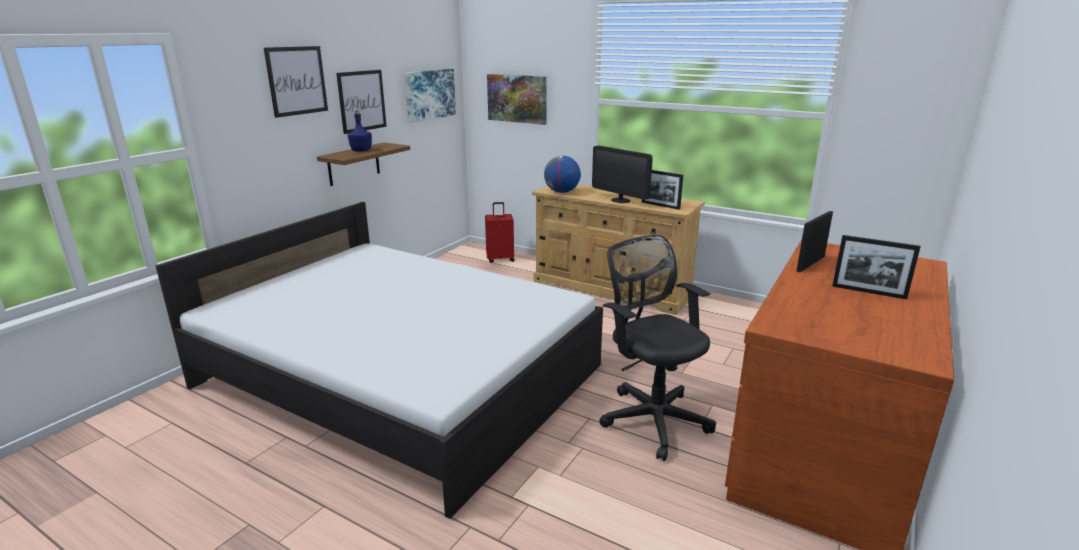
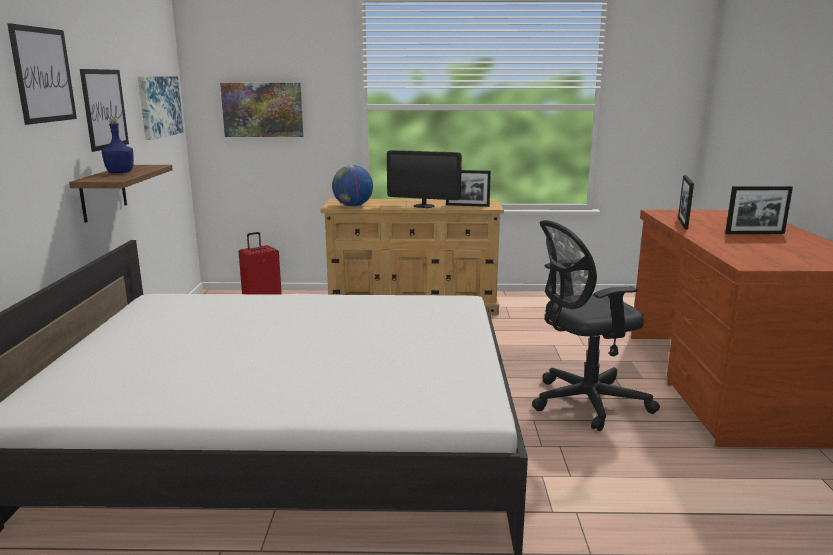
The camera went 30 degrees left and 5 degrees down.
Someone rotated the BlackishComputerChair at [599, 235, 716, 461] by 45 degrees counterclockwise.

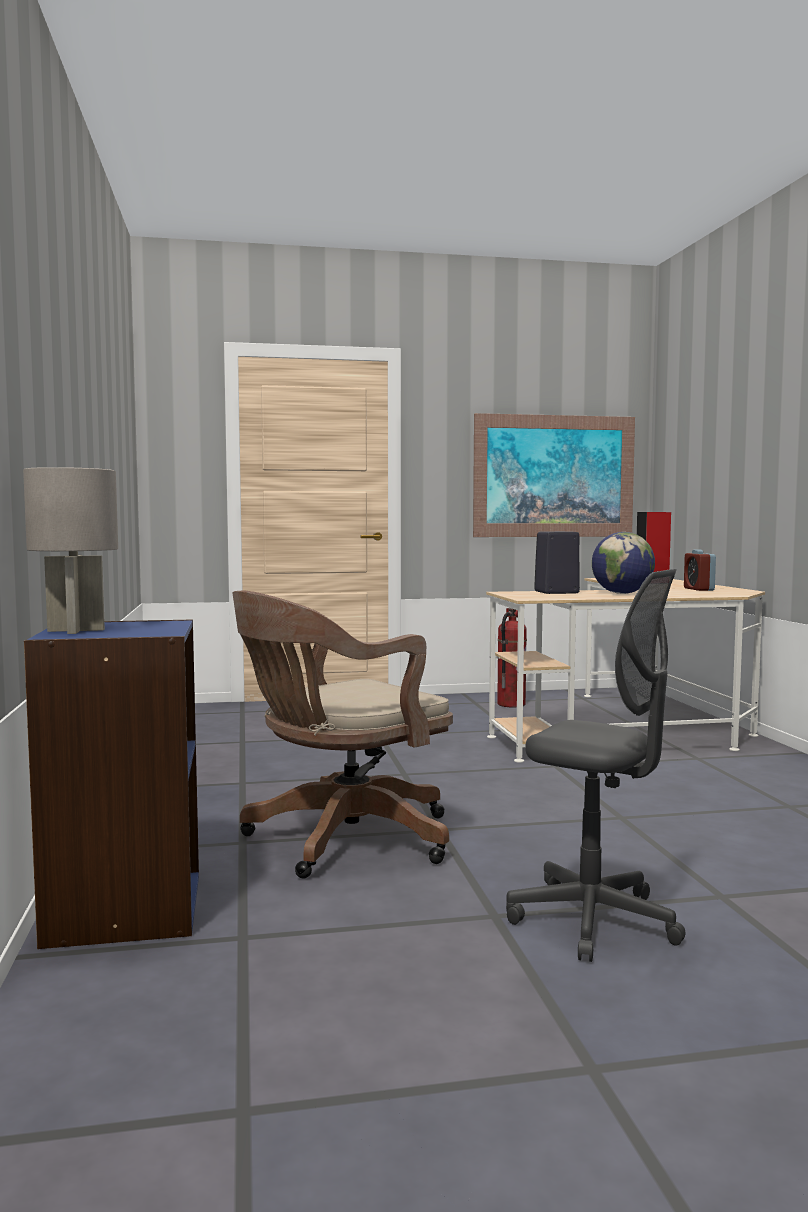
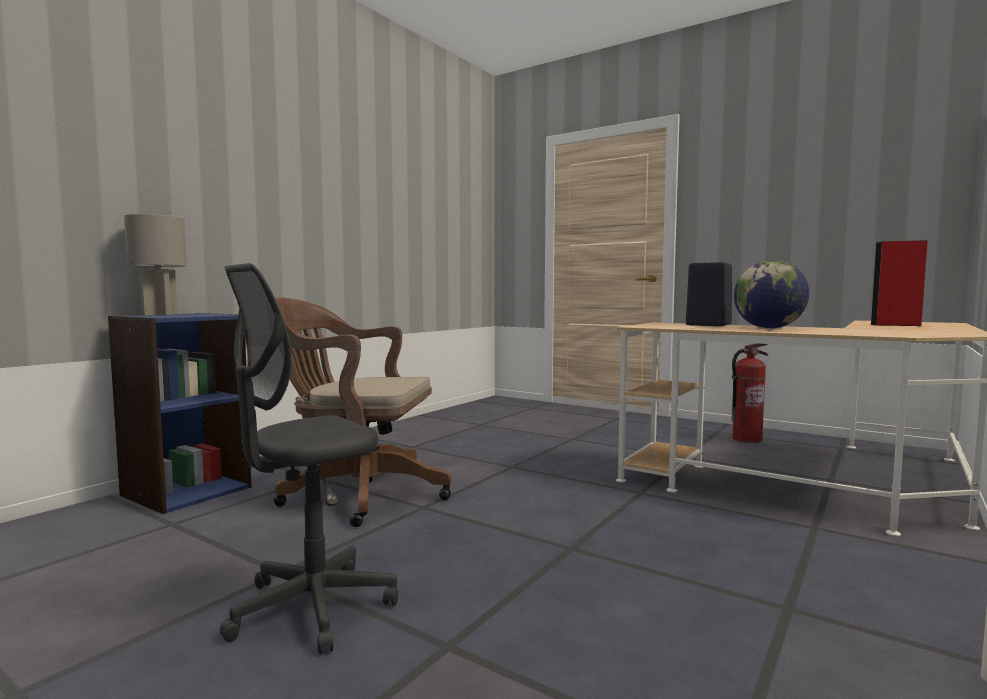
The camera went 45 degrees right and 0 degrees up.
Someone took away the Picture at [473, 413, 635, 537].
Someone took away the TableClock at [684, 550, 716, 591].
Someone rotated the GreyComputerChair at [506, 569, 686, 962] by 60 degrees clockwise.

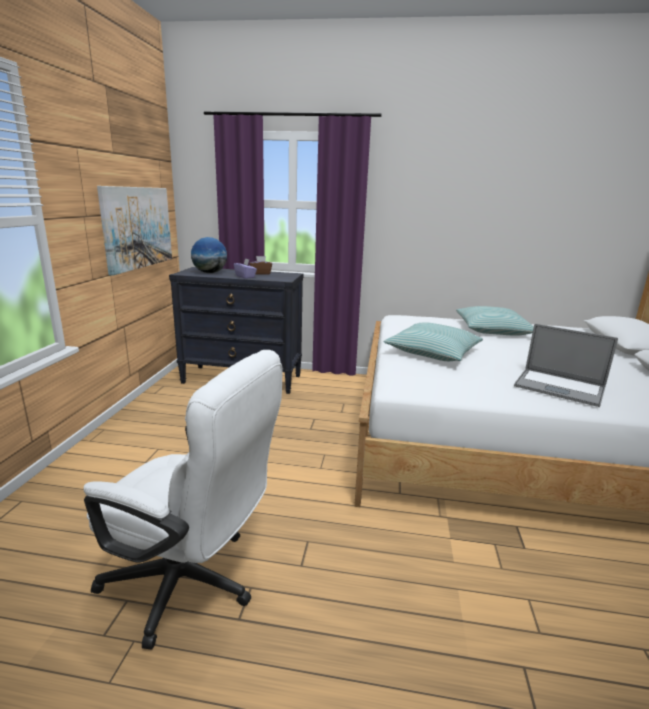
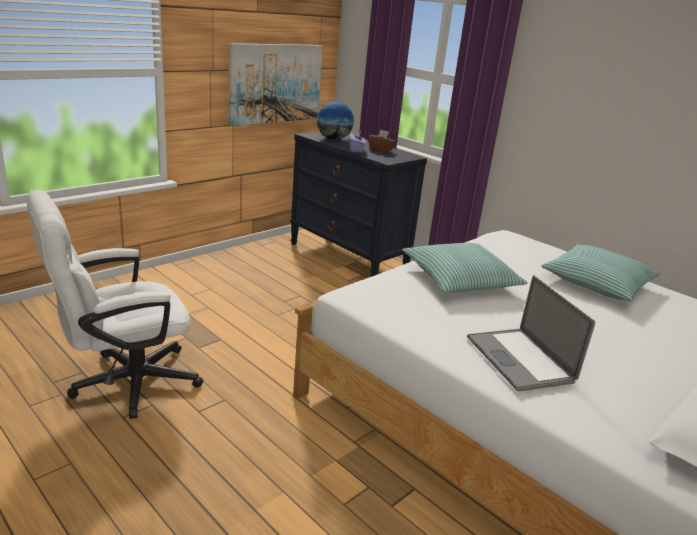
The camera went 35 degrees right and 5 degrees up.
Someone rotated the WhiteColouredComputerChair at [84, 350, 283, 650] by 90 degrees clockwise.

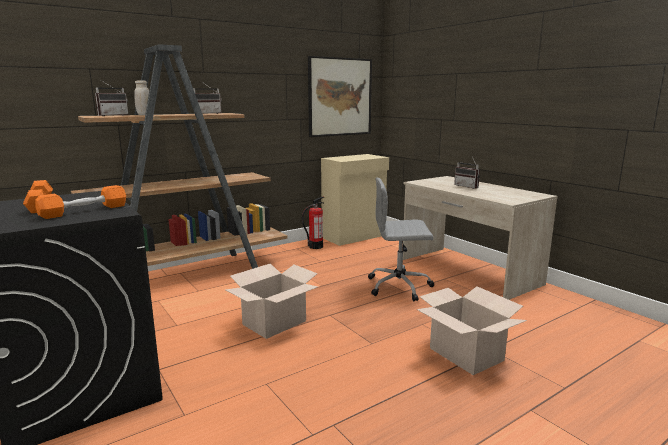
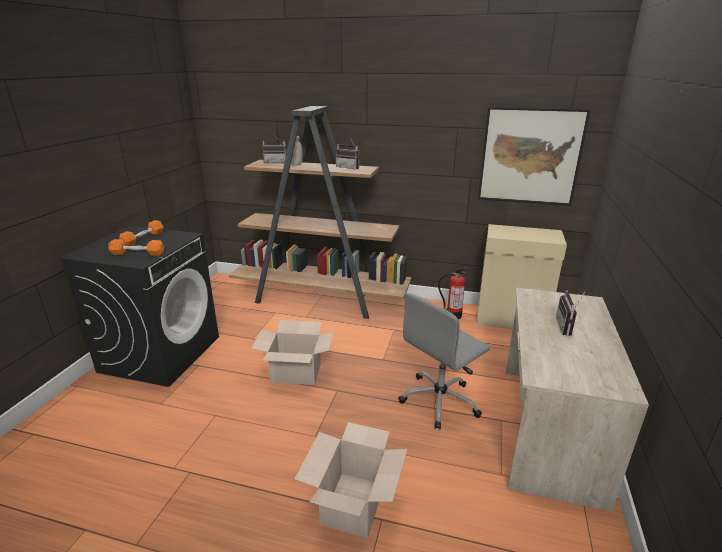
The camera went 50 degrees right and 10 degrees up.
Someone rotated the GreyComputerChair at [368, 177, 434, 301] by 90 degrees counterclockwise.

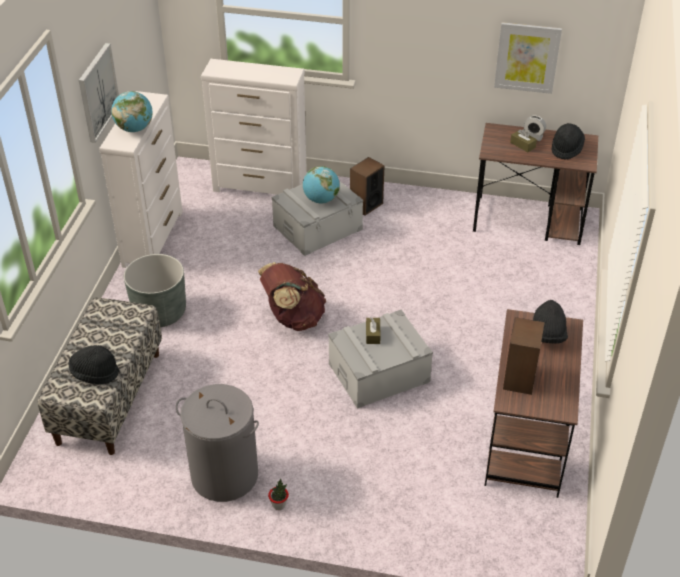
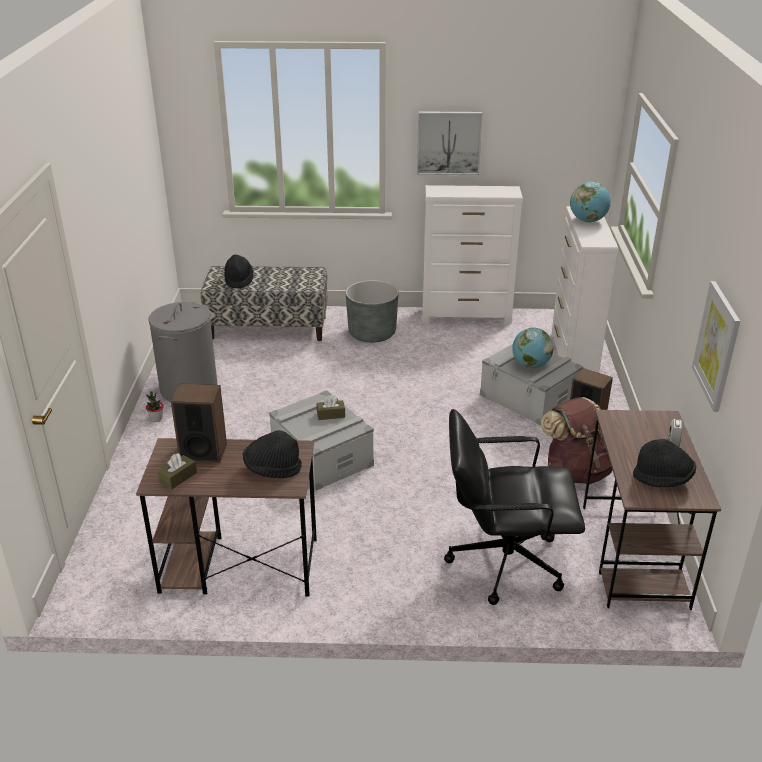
The camera went 80 degrees right and 10 degrees down.
Someone carried the DeskGlobe from [111, 91, 153, 132] to [570, 182, 611, 223].
Someone carried the BrownColouredBoxOfTissues from [510, 129, 537, 152] to [158, 453, 197, 489].
Someone carried the BrownColouredBackpack from [258, 262, 326, 331] to [541, 397, 613, 484].
Someone put down the BlackishComputerChair at [444, 409, 585, 605].

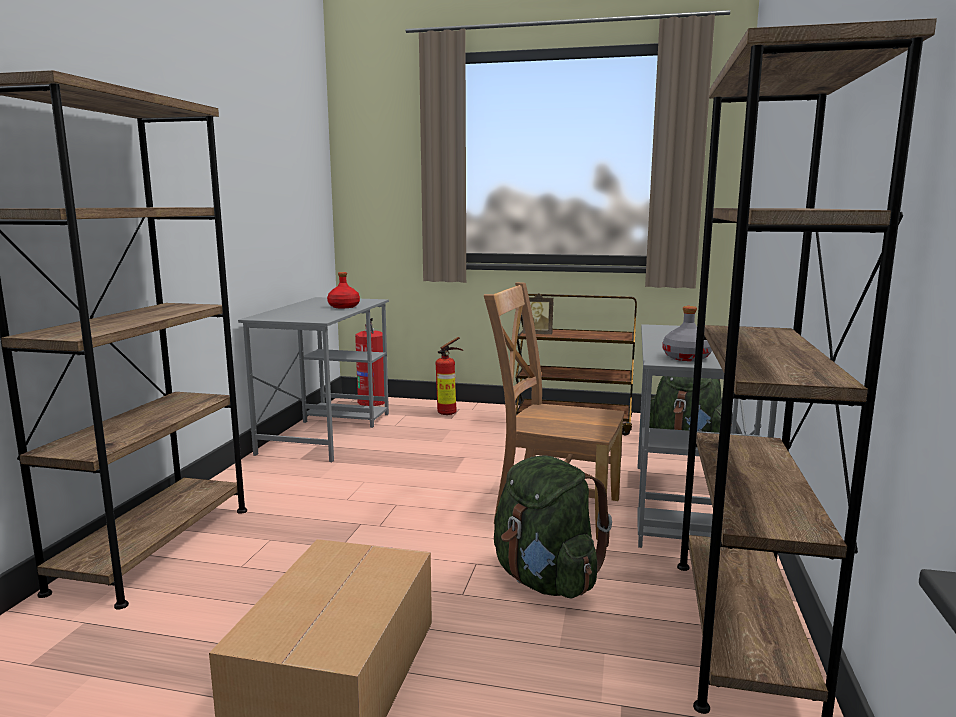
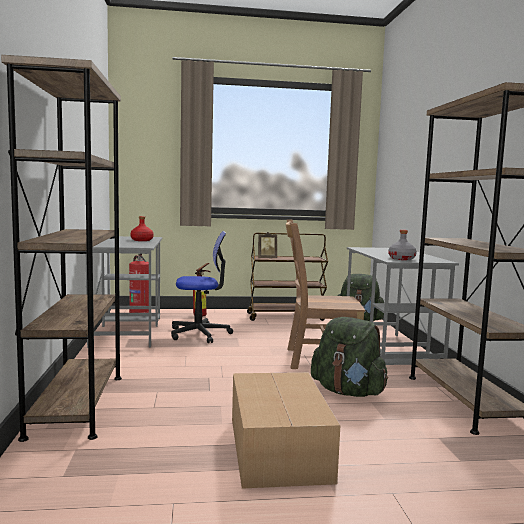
The camera went 20 degrees left and 5 degrees down.
Someone put down the ComputerChair at [171, 231, 233, 343].

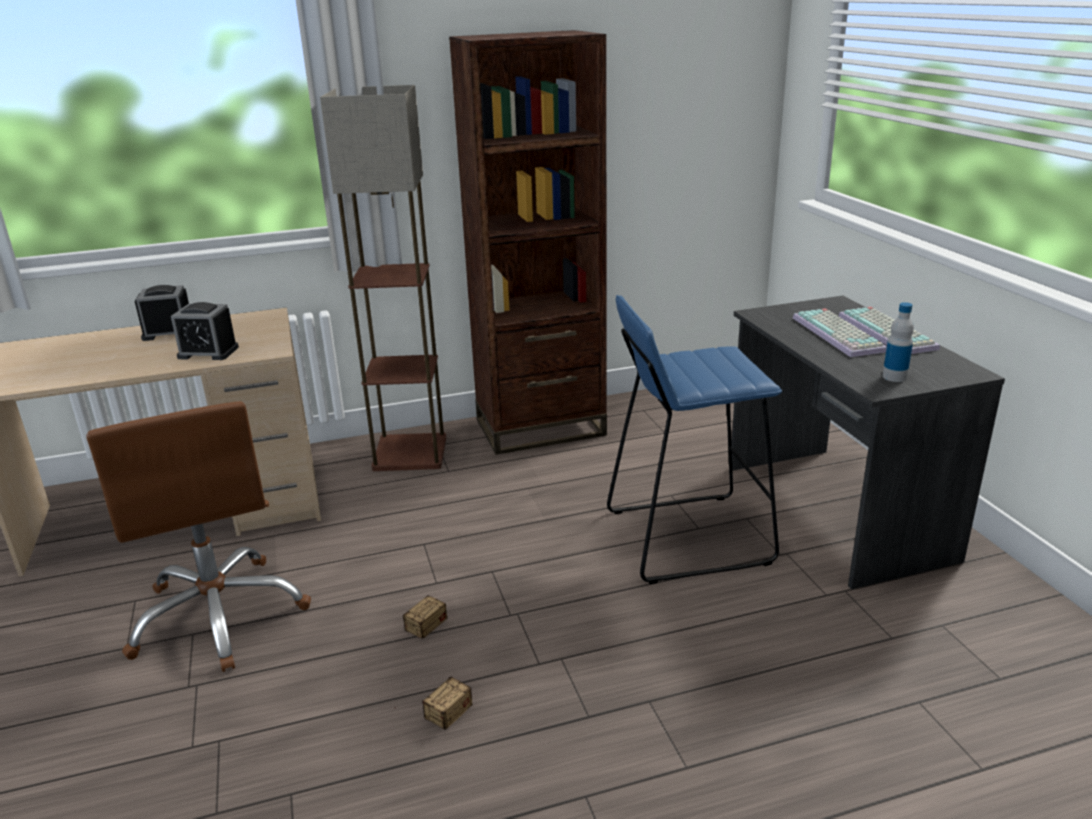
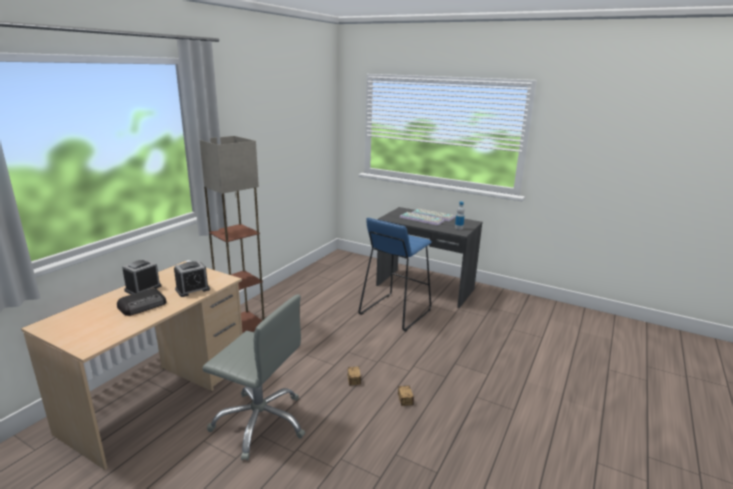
The camera went 45 degrees left and 5 degrees down.
Someone took away the BrownColouredShelvingUnit at [449, 30, 607, 455].
Someone repainted the BrownColouredComputerChair at [86, 401, 311, 672], which became the GreyComputerChair at [202, 294, 305, 461].
Someone put down the RadioSet at [117, 288, 167, 316].

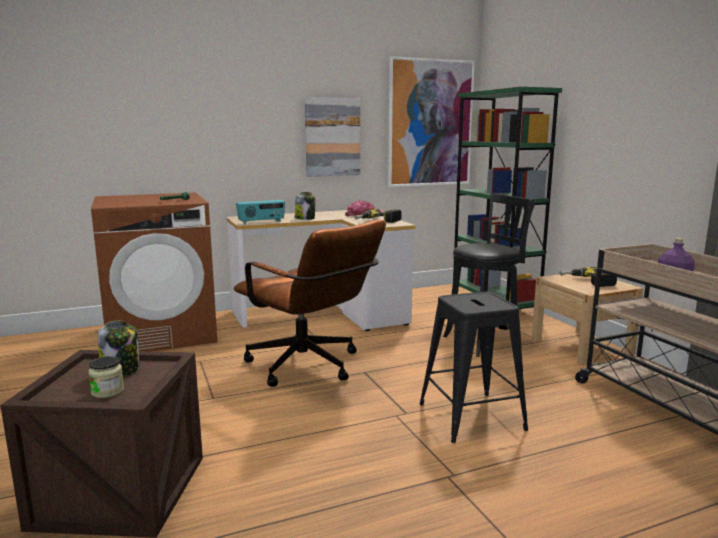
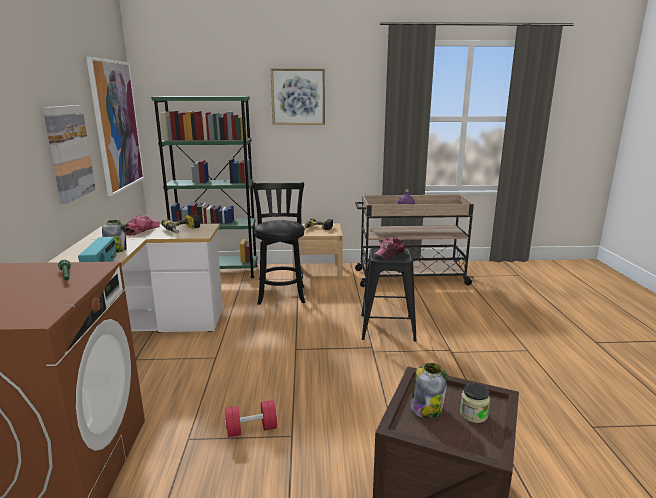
The camera went 70 degrees left and 5 degrees up.
Someone took away the BrownColouredComputerChair at [234, 220, 386, 387].
Someone put up the Picture at [271, 68, 325, 125].
Someone put down the Cap at [373, 237, 405, 259].
Someone put down the RedDumbbell at [224, 400, 277, 437].

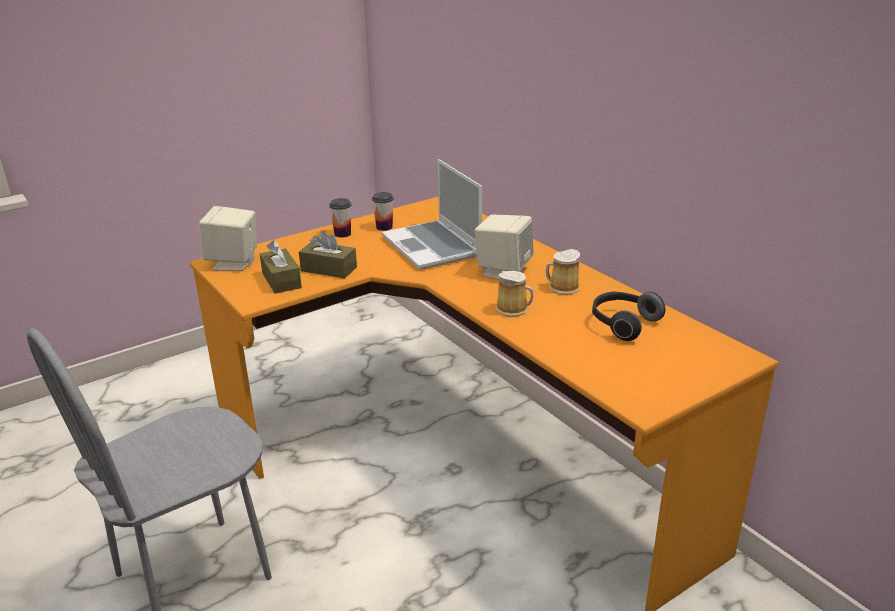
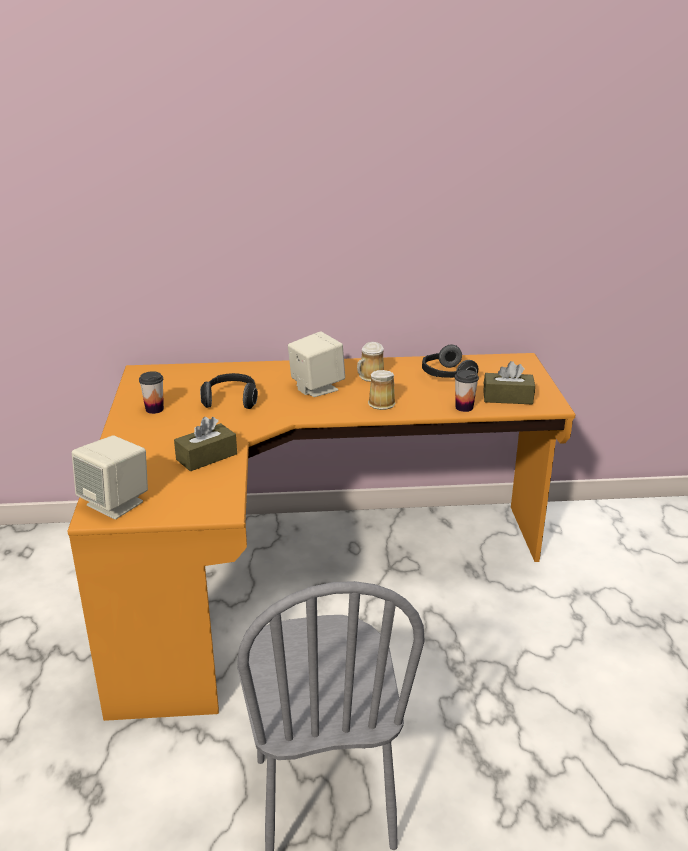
The camera went 60 degrees left and 0 degrees up.
Someone swapped the PortableComputer at [382, 159, 482, 270] for the Headphones at [200, 373, 258, 409].
Someone carried the DrinkingCup from [329, 198, 352, 238] to [455, 370, 479, 412].
Someone carried the BrownColouredBoxOfTissues from [260, 240, 302, 294] to [483, 361, 535, 405].

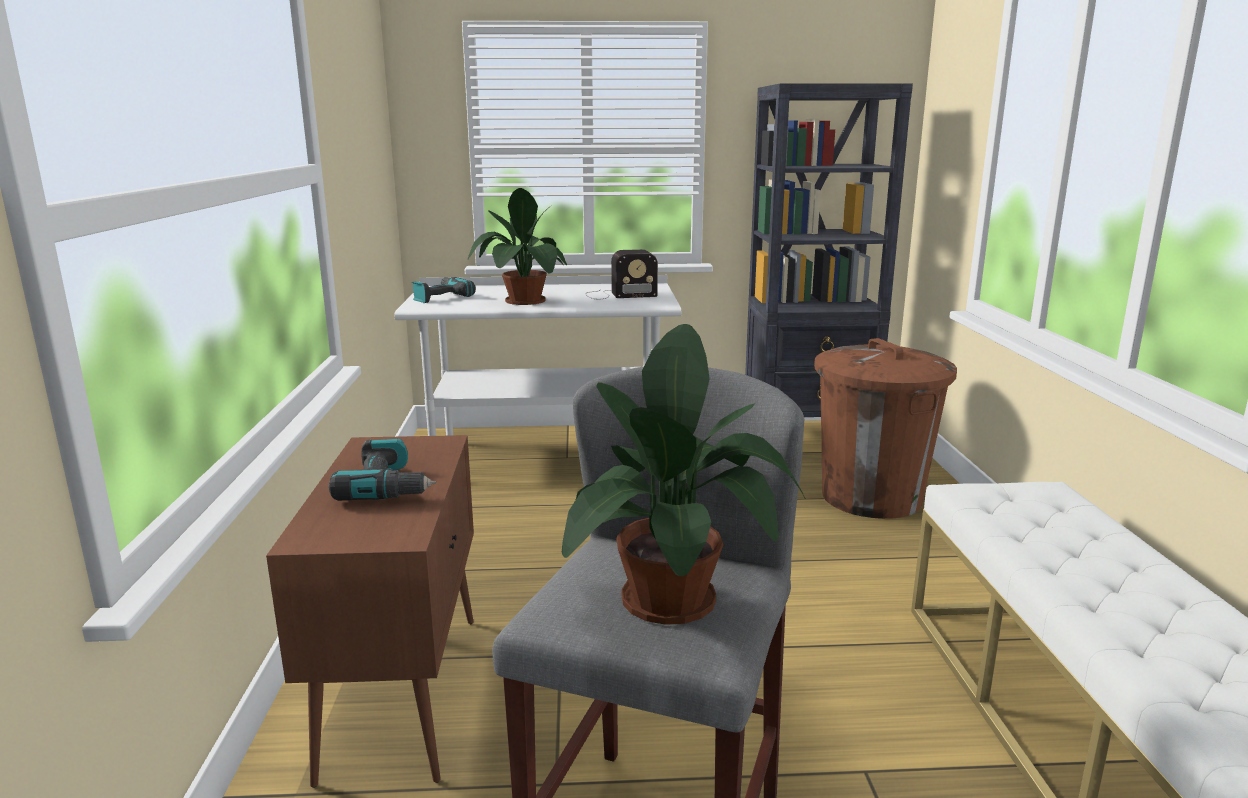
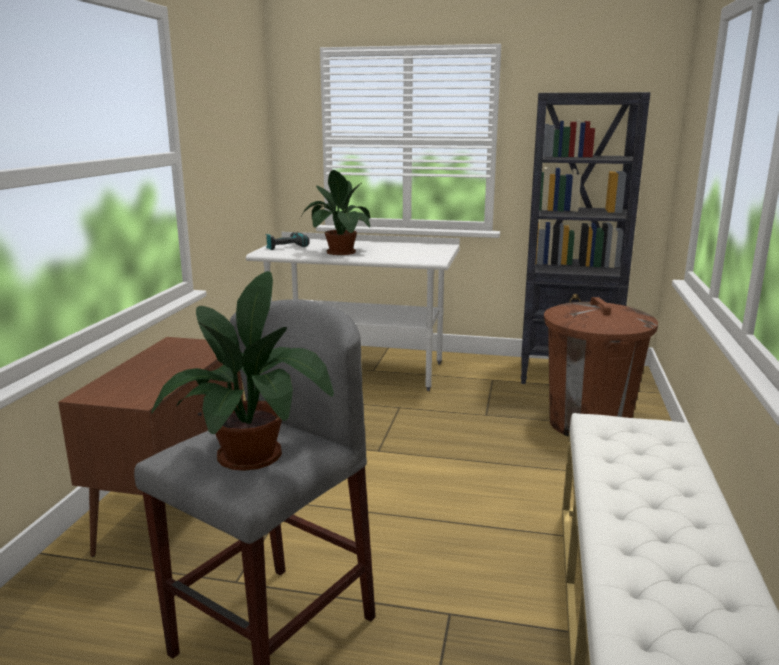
The camera went 15 degrees right and 0 degrees up.
Someone took away the RadioSet at [586, 249, 658, 300].
Someone took away the PowerDrill at [329, 439, 436, 501].

